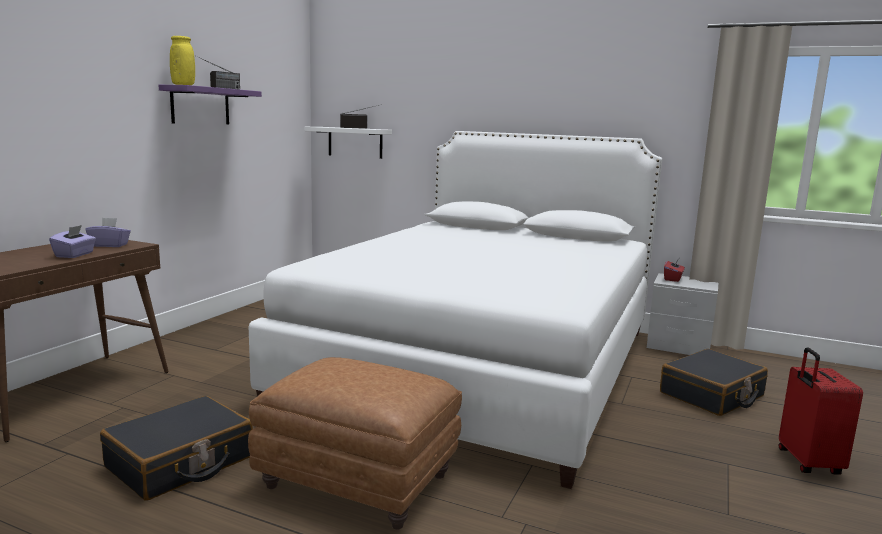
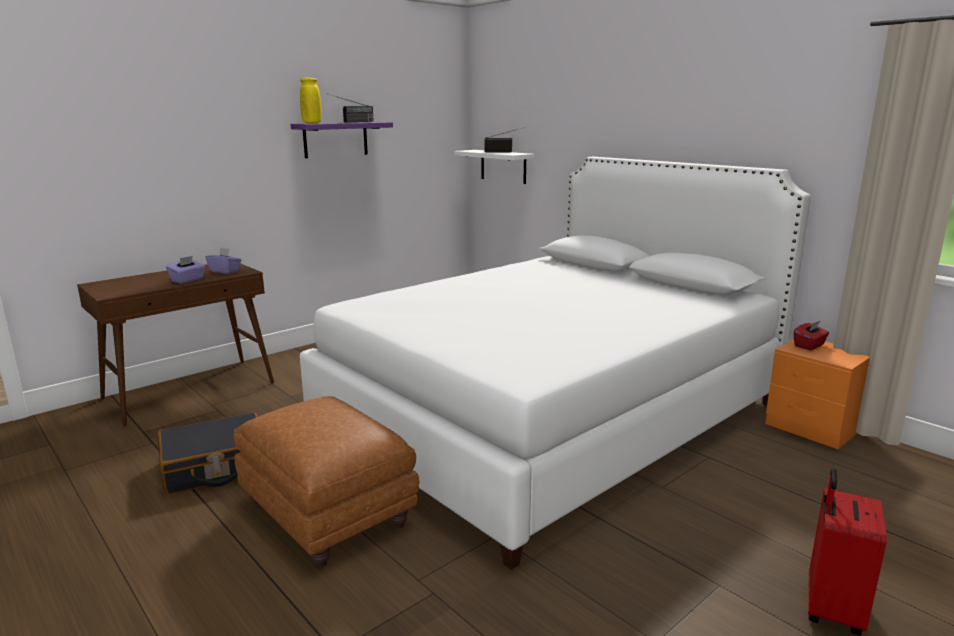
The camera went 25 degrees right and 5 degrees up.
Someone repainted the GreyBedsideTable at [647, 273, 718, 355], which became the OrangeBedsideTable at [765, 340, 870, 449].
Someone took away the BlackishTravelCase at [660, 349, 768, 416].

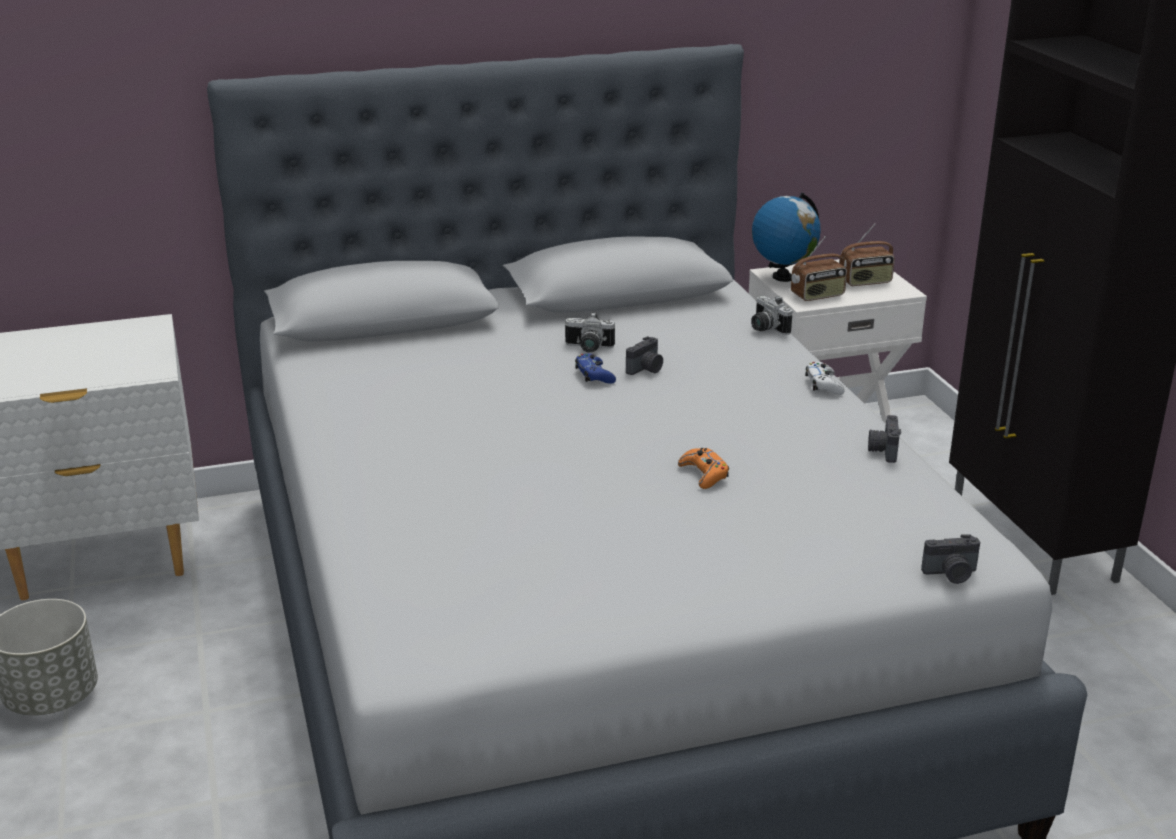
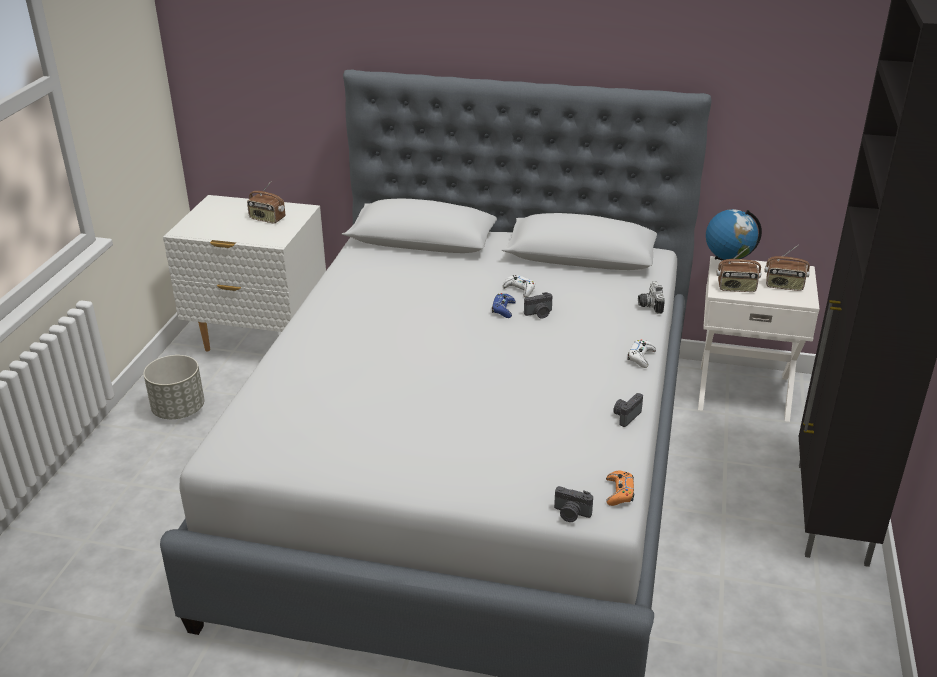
The camera went 30 degrees right and 5 degrees up.
Someone swapped the PhotoCamera at [565, 312, 615, 353] for the WhiteColouredGameController at [502, 275, 535, 297].
Someone carried the OrangeGameController from [678, 448, 729, 489] to [606, 471, 634, 506].
Someone put down the RadioSet at [247, 181, 285, 224].

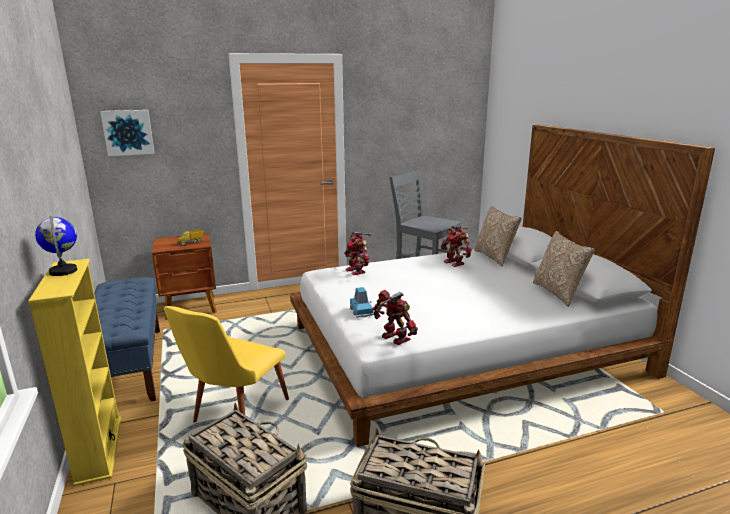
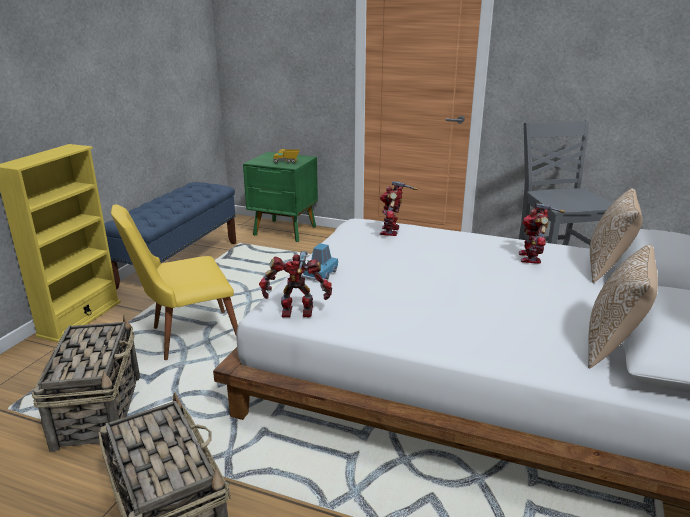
The camera went 40 degrees right and 5 degrees up.
Someone took away the Picture at [100, 110, 155, 156].
Someone took away the DeskGlobe at [35, 215, 77, 276].
Someone repainted the BrownColouredBedsideTable at [152, 233, 217, 320], which became the GreenishBedsideTable at [243, 152, 318, 242].
Someone rotated the ToyRobot at [373, 290, 418, 345] by 90 degrees counterclockwise.

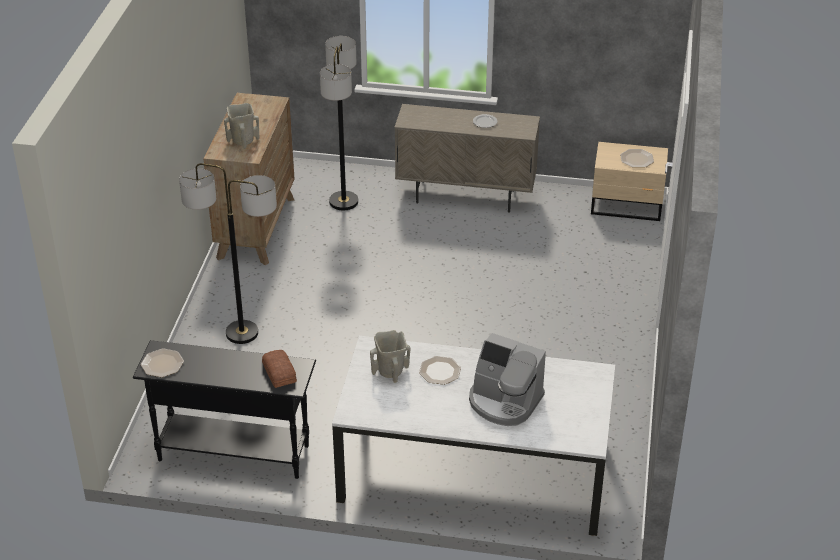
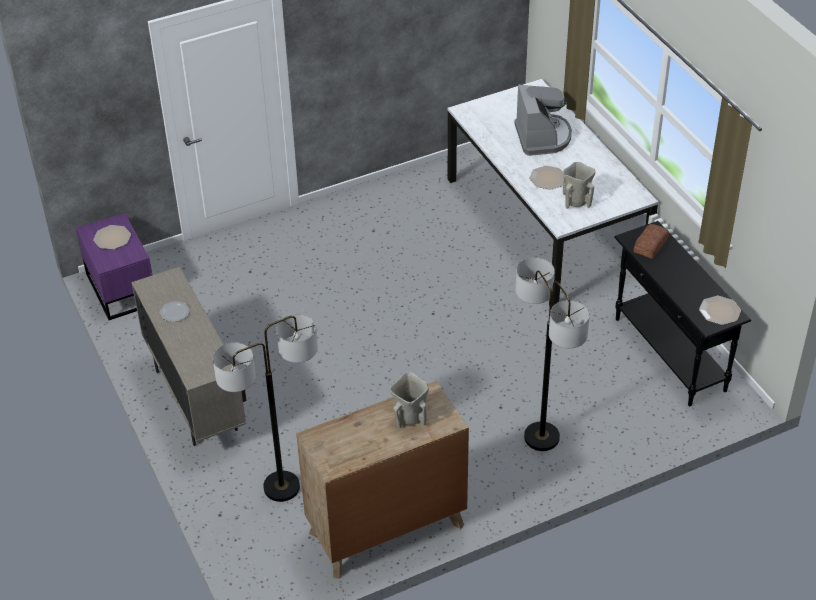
The camera went 125 degrees left and 5 degrees up.
Someone repainted the BeigeBedsideTable at [591, 142, 668, 221], which became the PurpleBedsideTable at [76, 213, 152, 320].

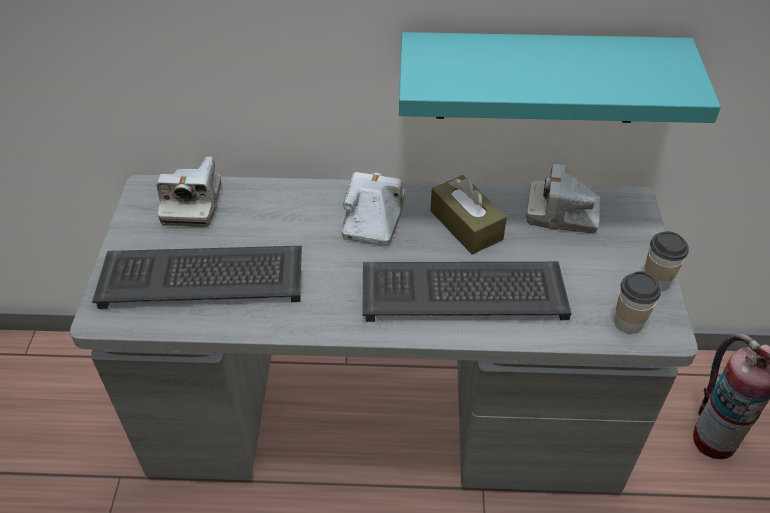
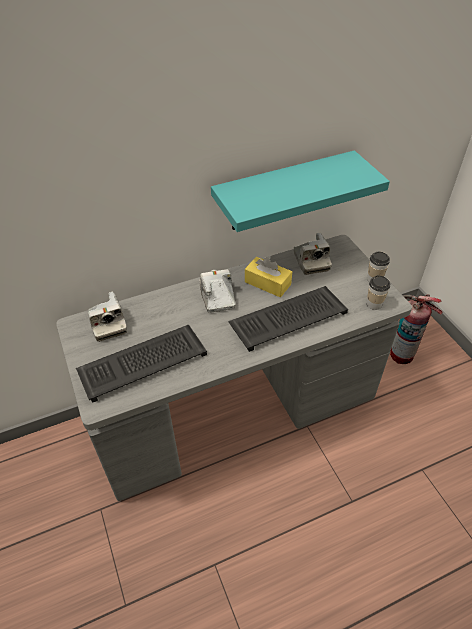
The camera went 25 degrees left and 0 degrees up.
Someone rotated the PhotoCamera at [526, 164, 600, 233] by 90 degrees counterclockwise.
Someone repainted the BrownColouredBoxOfTissues at [430, 175, 507, 255], which became the YellowColouredBoxOfTissues at [245, 257, 292, 297].

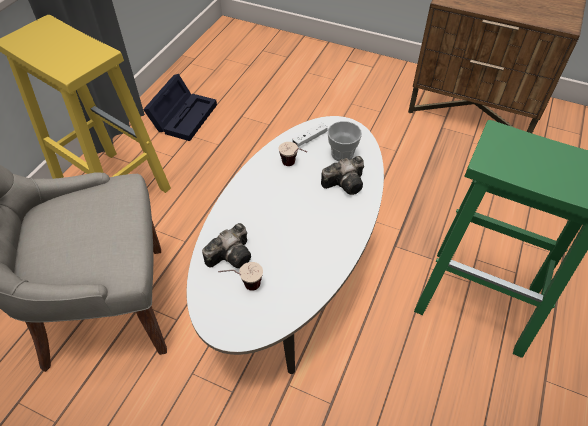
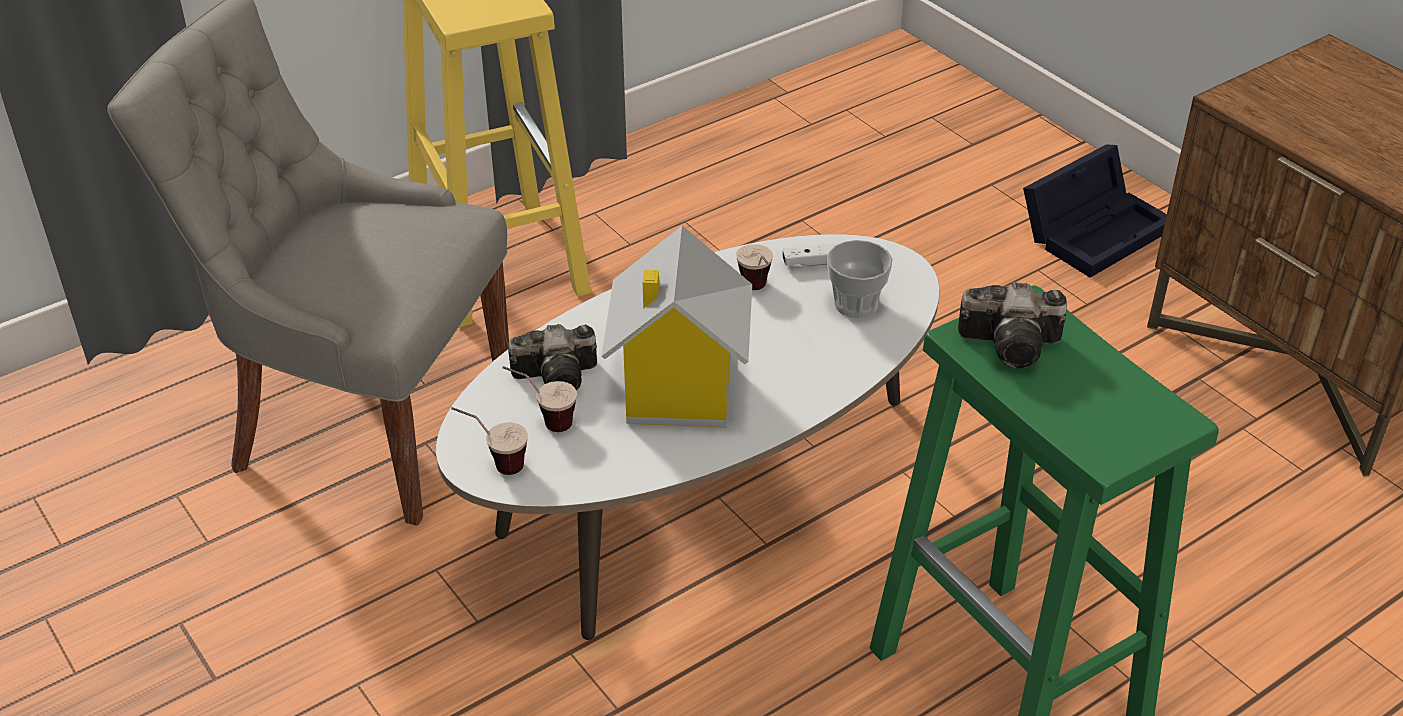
The camera went 30 degrees right and 10 degrees down.
Someone carried the BlackishStorageBox from [143, 74, 217, 141] to [1023, 144, 1167, 278].
Someone carried the PhotoCamera from [321, 156, 364, 195] to [958, 282, 1067, 368].
Someone put down the MiniatureHouse at [601, 226, 752, 428].
Someone put down the DrinkingCup at [451, 407, 528, 475].

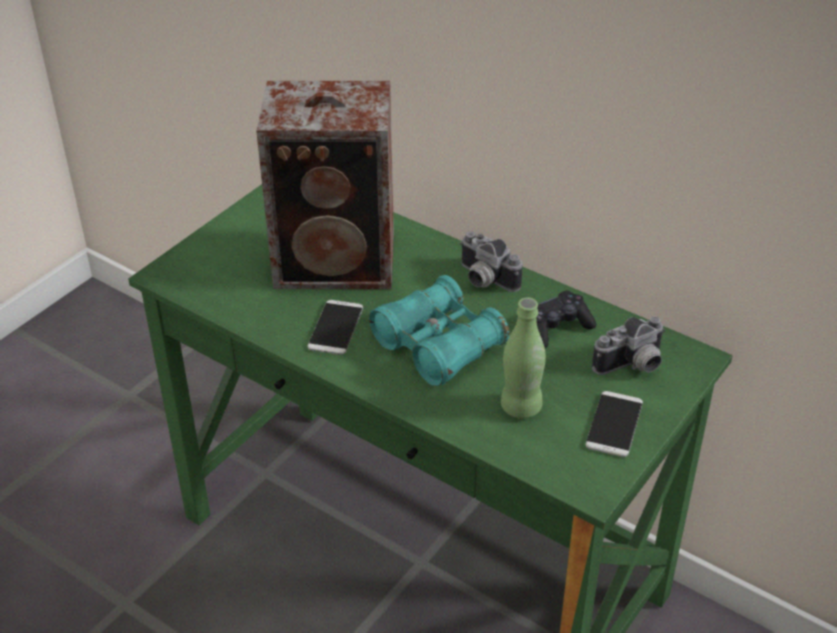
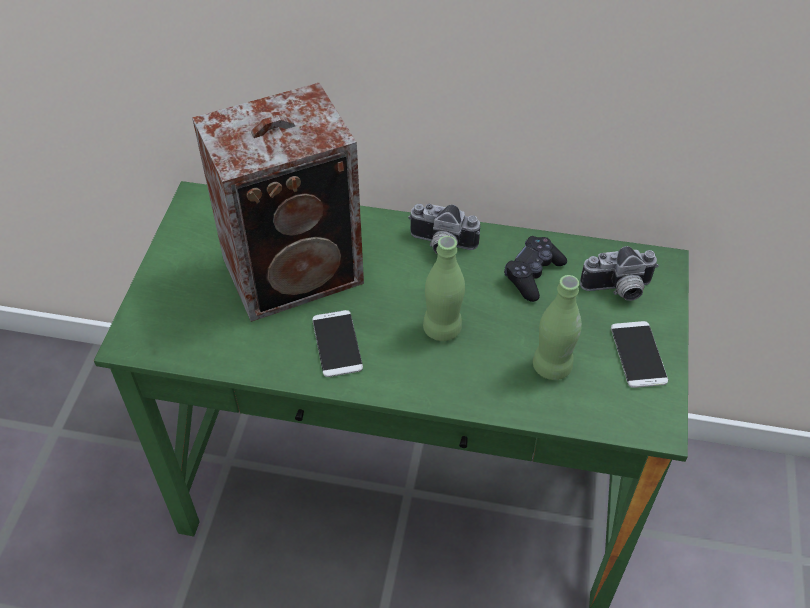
The camera went 25 degrees left and 10 degrees up.
Someone swapped the TurquoiseBinoculars at [369, 275, 510, 386] for the GreenishBottle at [423, 236, 465, 341].
Someone rotated the PhotoCamera at [592, 316, 666, 375] by 45 degrees clockwise.

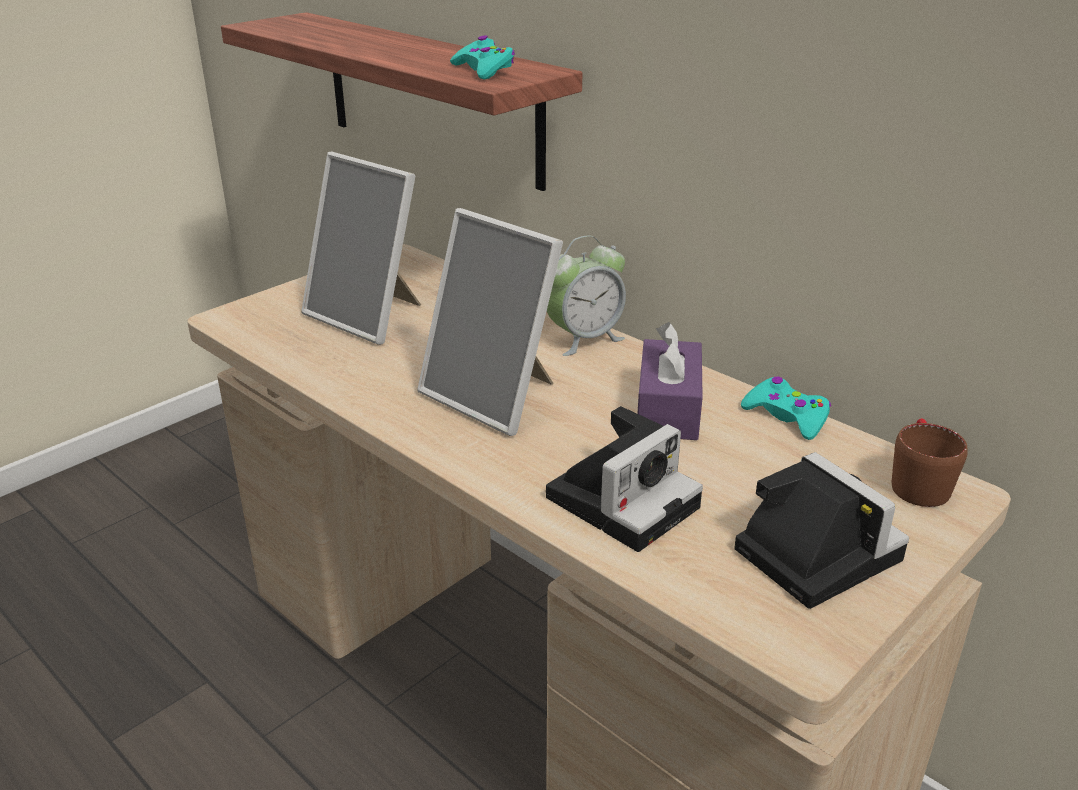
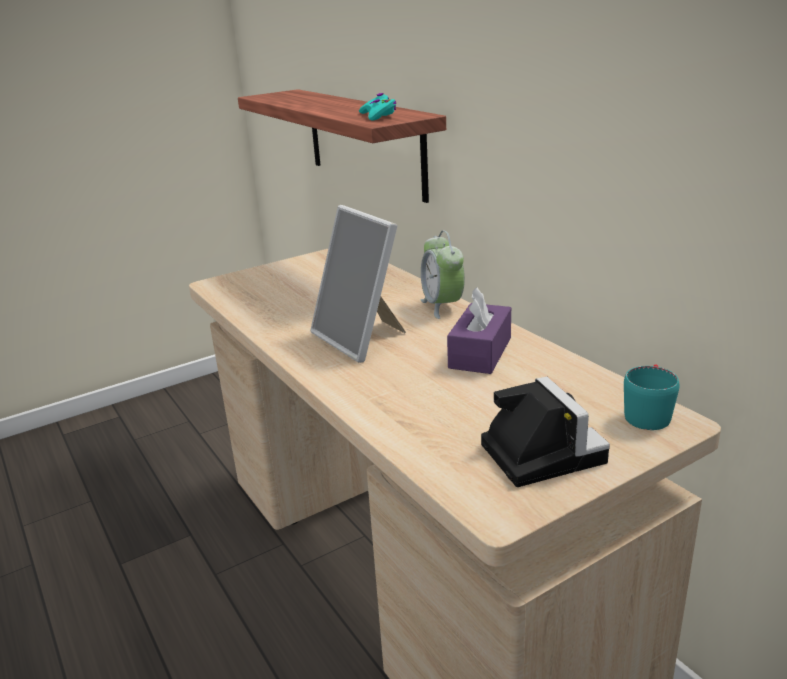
The camera went 15 degrees right and 5 degrees down.
Someone took away the PictureFrame at [302, 152, 421, 345].
Someone rotated the TableClock at [547, 235, 626, 356] by 90 degrees clockwise.
Someone took away the TurquoiseGameController at [741, 376, 831, 440].
Someone took away the PhotoCamera at [546, 406, 703, 552].
Someone repainted the BrownColouredCoffeeMug at [892, 418, 968, 507], which became the TurquoiseCoffeeMug at [624, 365, 680, 430].

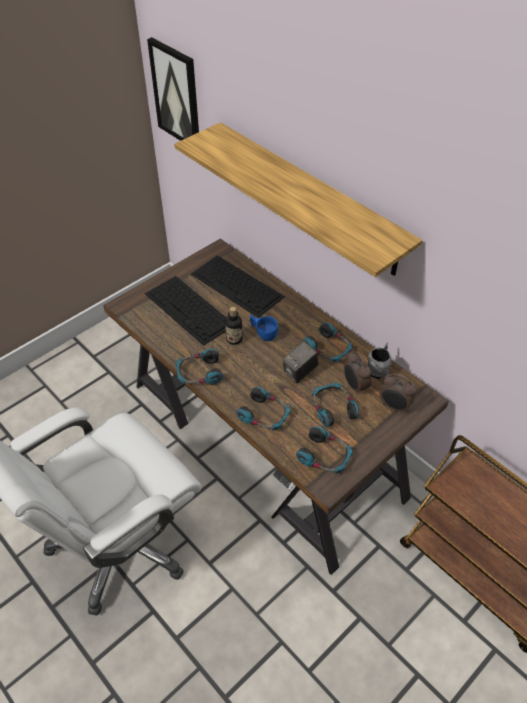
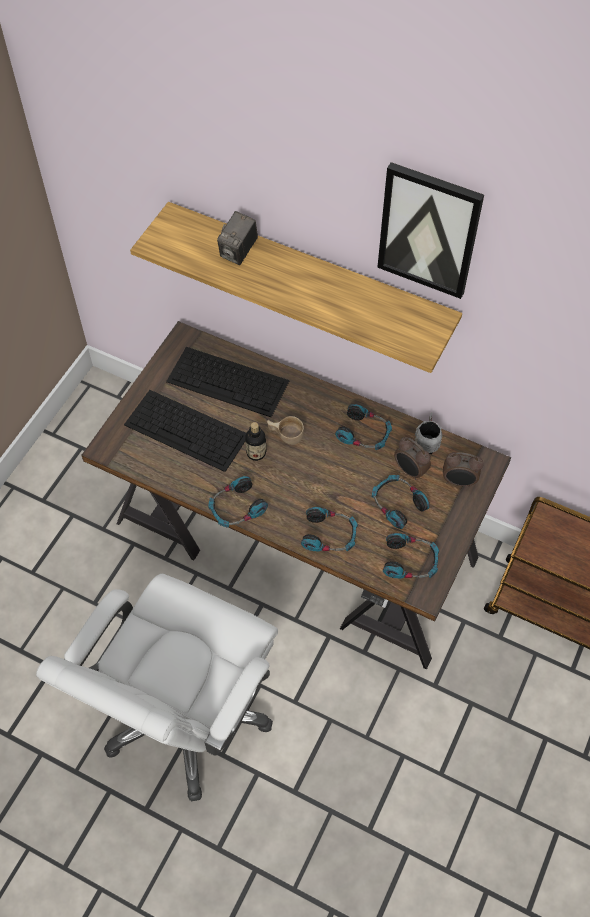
The camera went 20 degrees left and 10 degrees up.
Someone carried the Picture from [147, 37, 199, 141] to [377, 162, 484, 299].
Someone repainted the BluishDrinkingCup at [250, 315, 278, 341], which became the BeigeDrinkingCup at [267, 416, 304, 445].
Someone carried the PhotoCamera from [283, 341, 318, 383] to [217, 211, 258, 265].

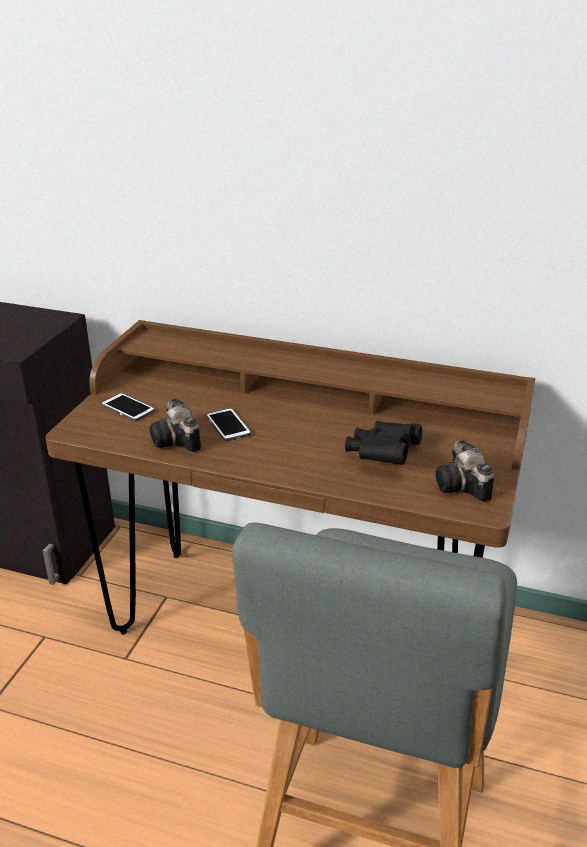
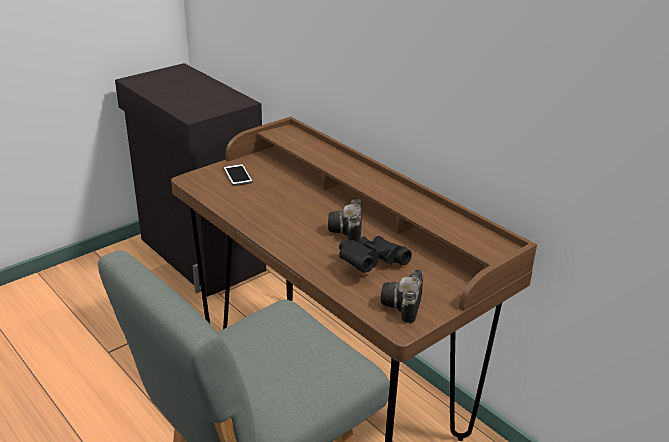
The camera went 30 degrees right and 0 degrees up.
Someone carried the PhotoCamera from [149, 399, 201, 453] to [328, 199, 362, 242].
Someone took away the Handset at [206, 408, 251, 441].

